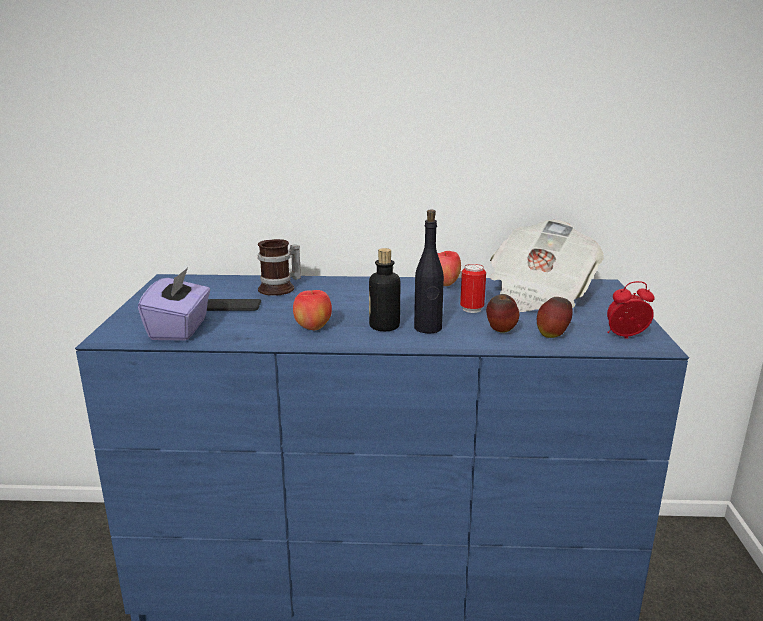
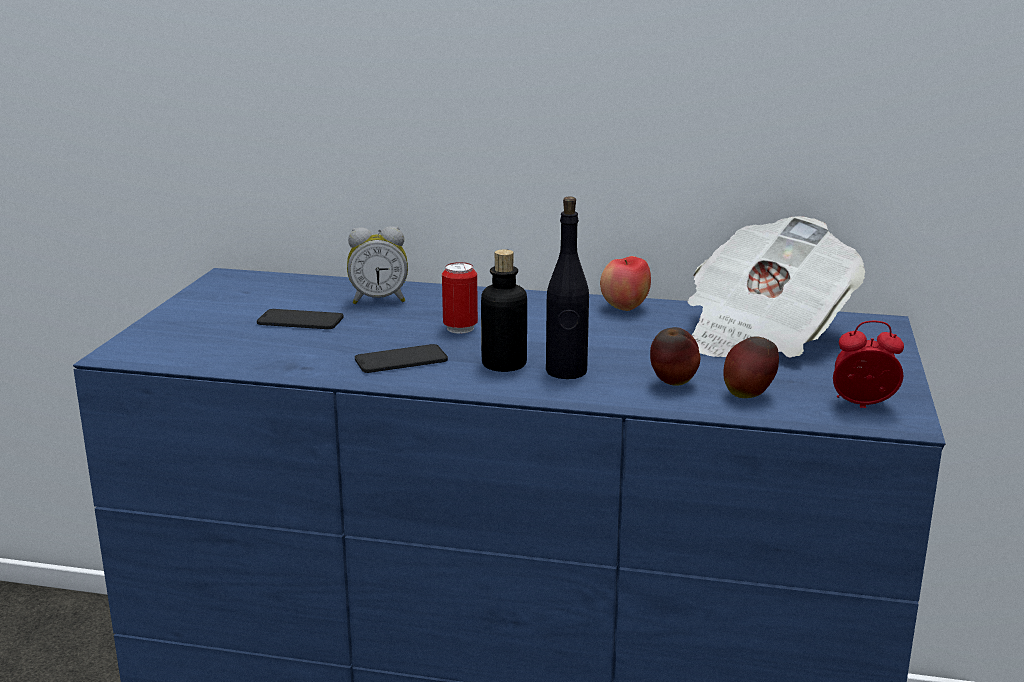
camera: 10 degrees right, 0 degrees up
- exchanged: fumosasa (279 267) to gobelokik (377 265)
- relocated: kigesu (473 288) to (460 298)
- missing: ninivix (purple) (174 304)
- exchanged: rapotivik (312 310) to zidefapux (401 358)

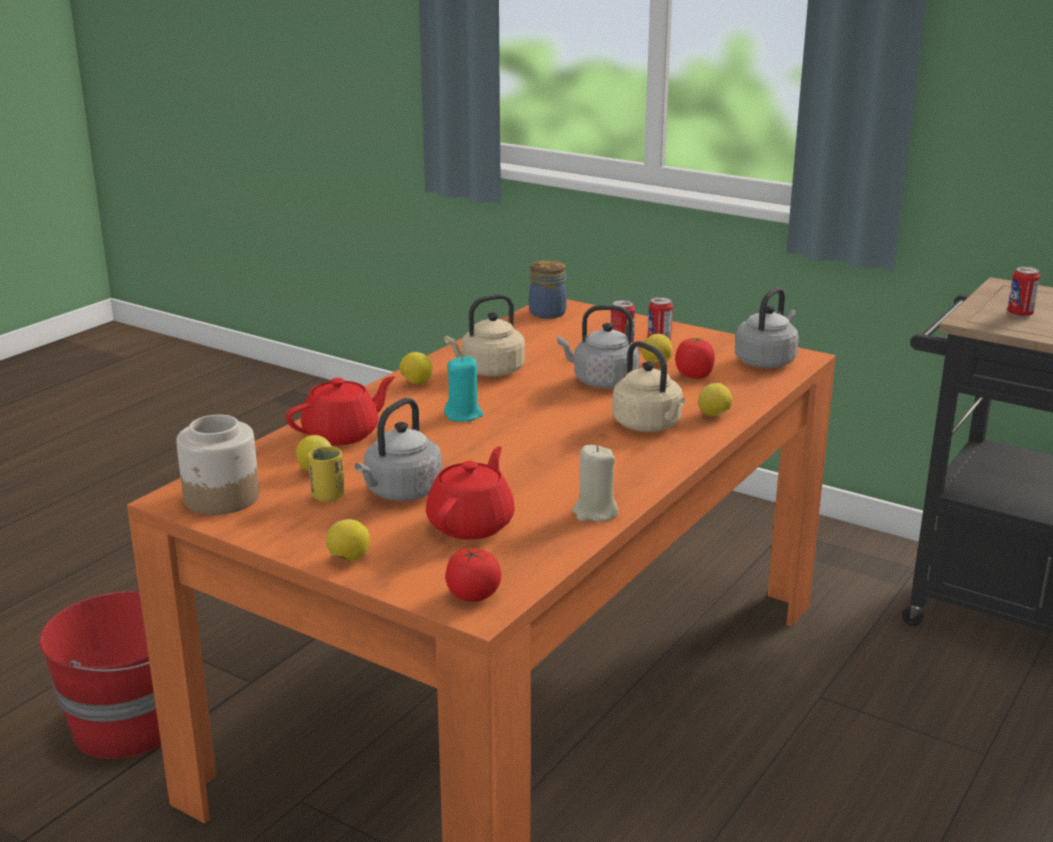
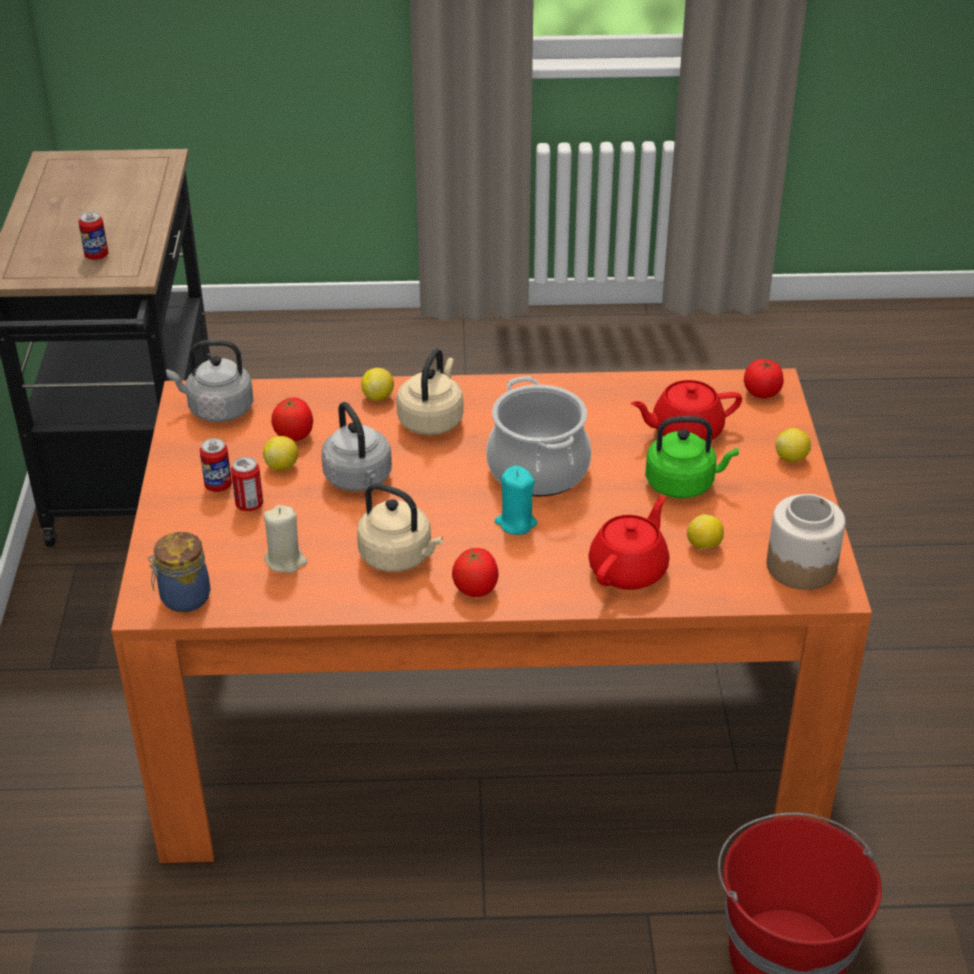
camera: 125 degrees left, 15 degrees up
- exchanged: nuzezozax (416 368) to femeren (475 572)
- spun: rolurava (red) (340 410) = (628 543) 105 degrees clockwise
- colour: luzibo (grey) (399 449) to luzibo (green) (692 457)
- relocated: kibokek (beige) (595 483) to (285 539)
- missing: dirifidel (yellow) (326 474)
- appeared: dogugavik (538 436)

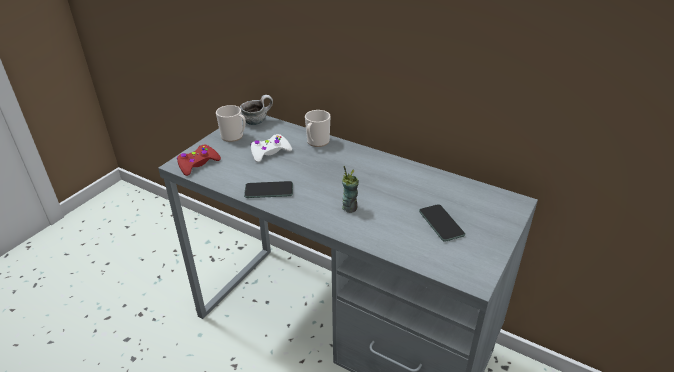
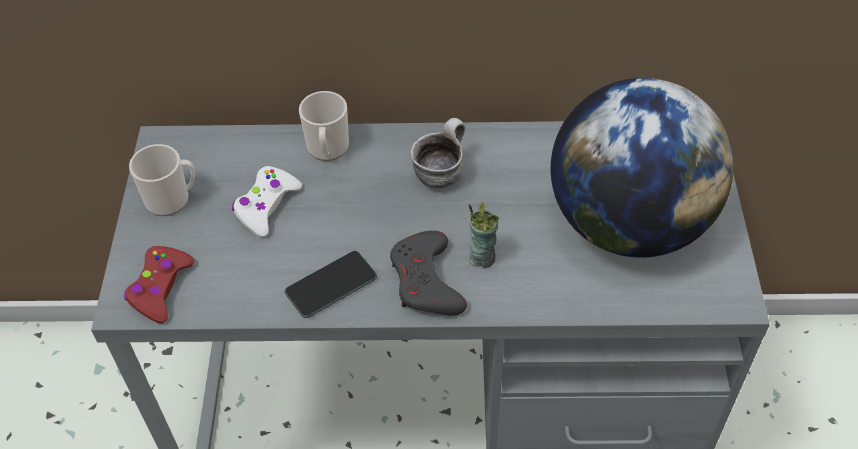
camera: 30 degrees left, 15 degrees up
- relocated: fumosasa (256 110) to (437 153)
- exchanged: zidefapux (442 223) to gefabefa (642 168)
- appeared: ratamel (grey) (428 273)

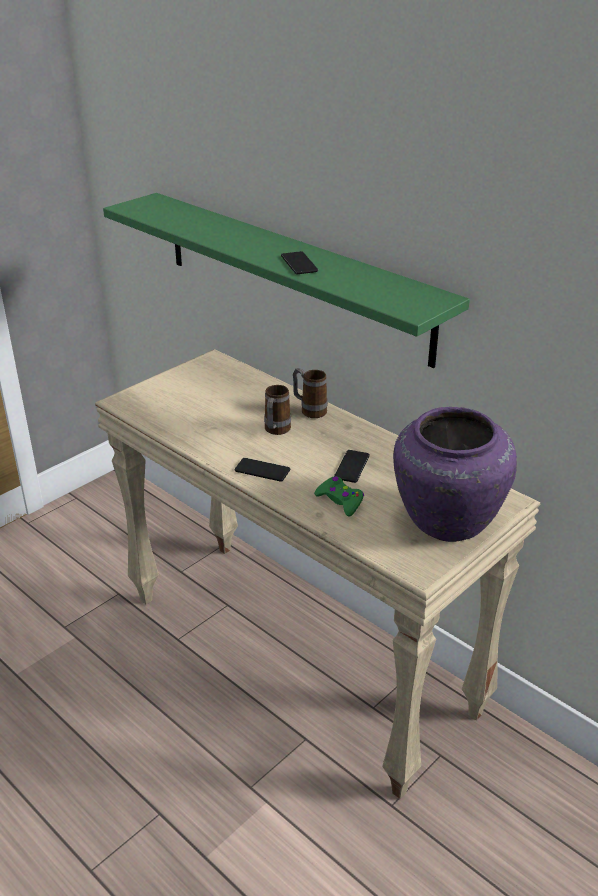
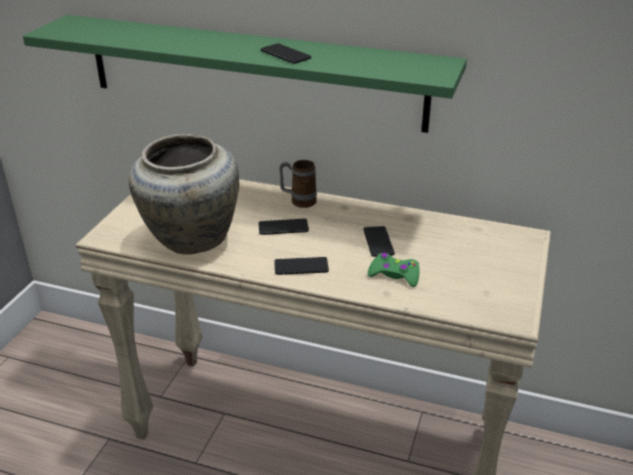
camera: 25 degrees left, 0 degrees up
- exchanged: fumosasa (277 410) to zidefapux (283 227)
- missing: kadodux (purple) (455 474)
- appeared: kadodux (beige) (184 194)

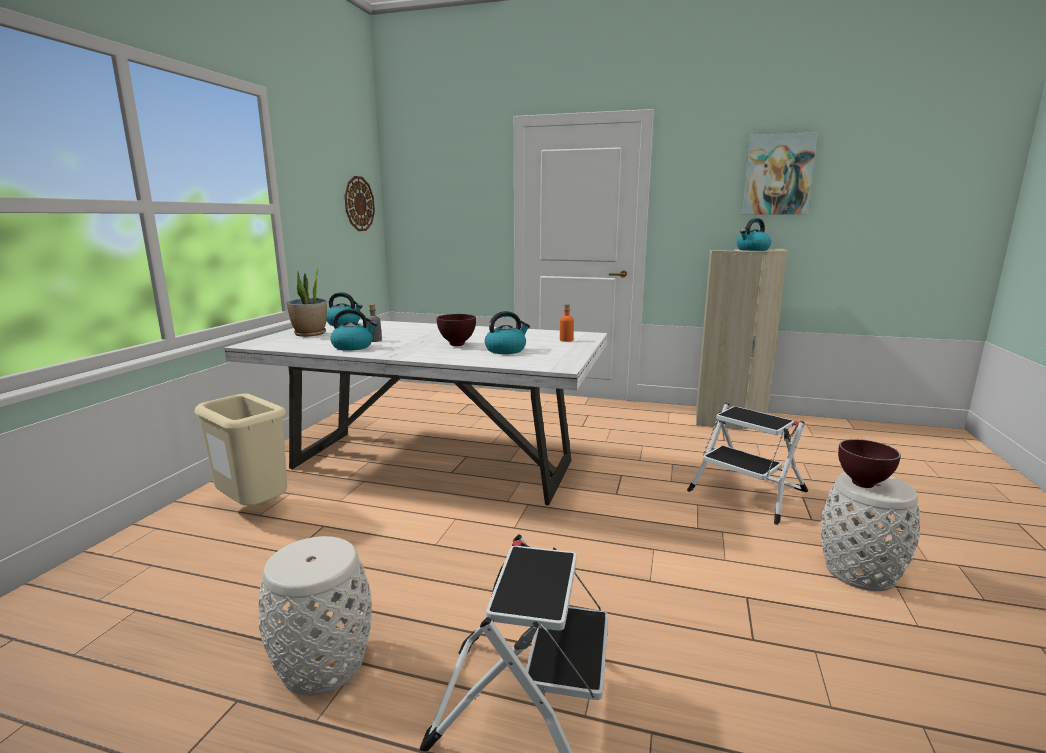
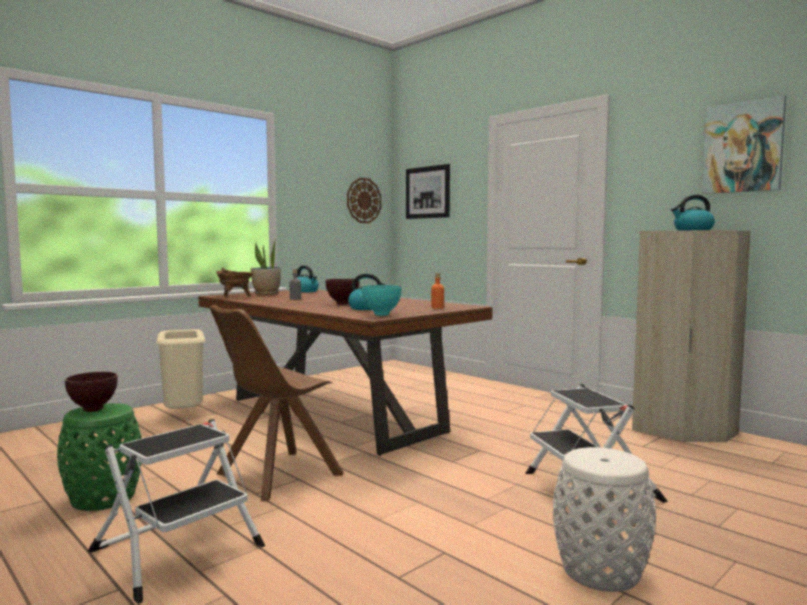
camera: 30 degrees right, 10 degrees down
- missing: luzibo (354 330)
- colour: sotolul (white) (415 413) to sotolul (brown) (345 373)
- relocated: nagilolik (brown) (869 463) to (91 392)
- colour: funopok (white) (315 616) to funopok (green) (99 457)
- appeared: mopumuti (428 191)
- appeared: dogugavik (brown) (235 281)
- appeared: nagilolik (turquoise) (382 300)
- appeared: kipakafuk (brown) (277 403)

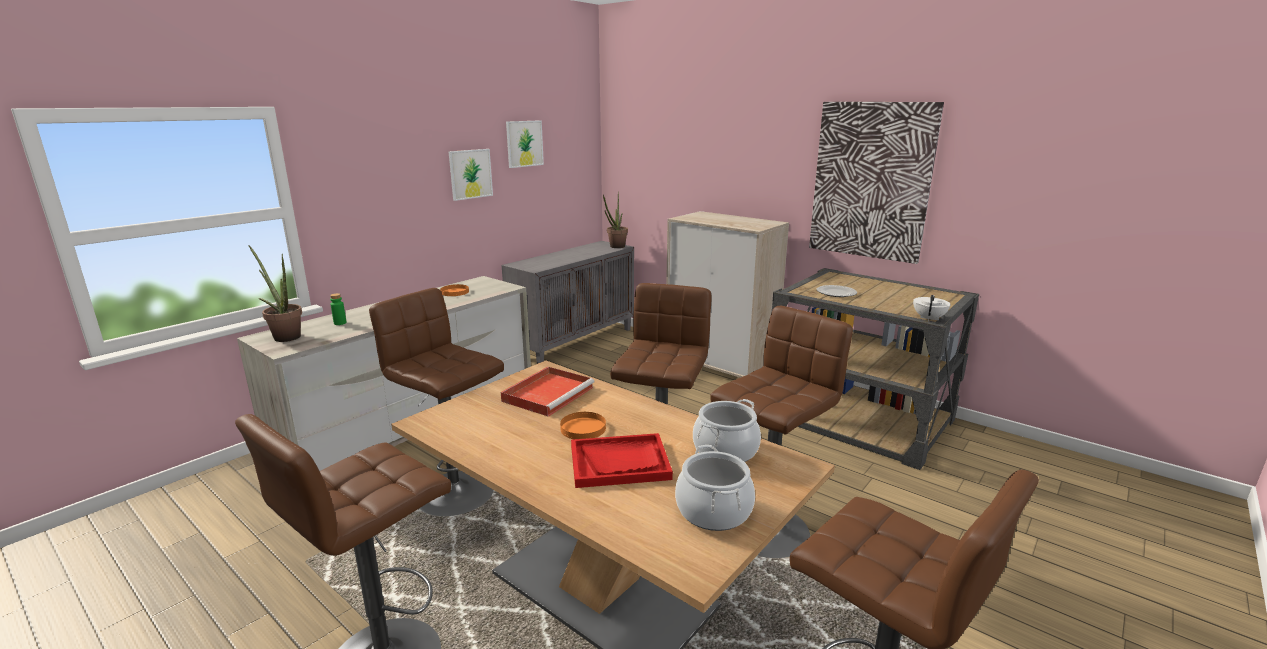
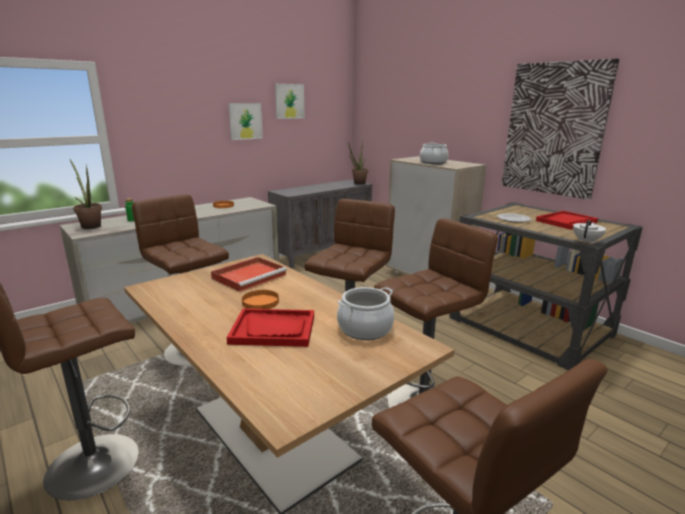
camera: 10 degrees right, 0 degrees up
- relocated: dogugavik (715 488) to (434 153)
- appeared: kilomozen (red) (567 220)

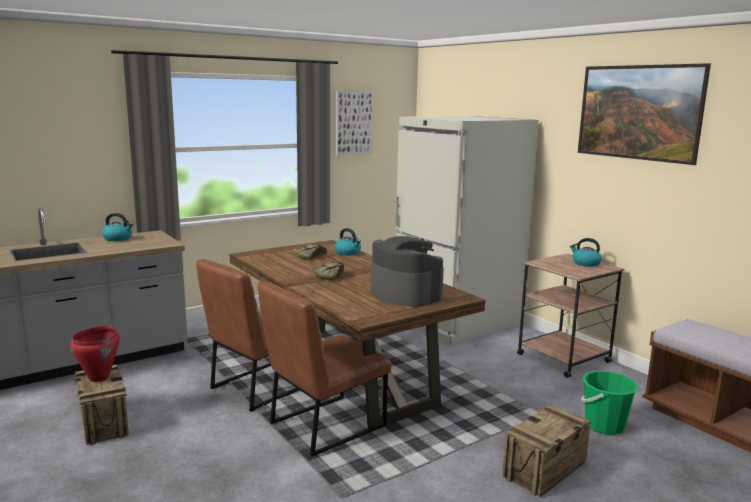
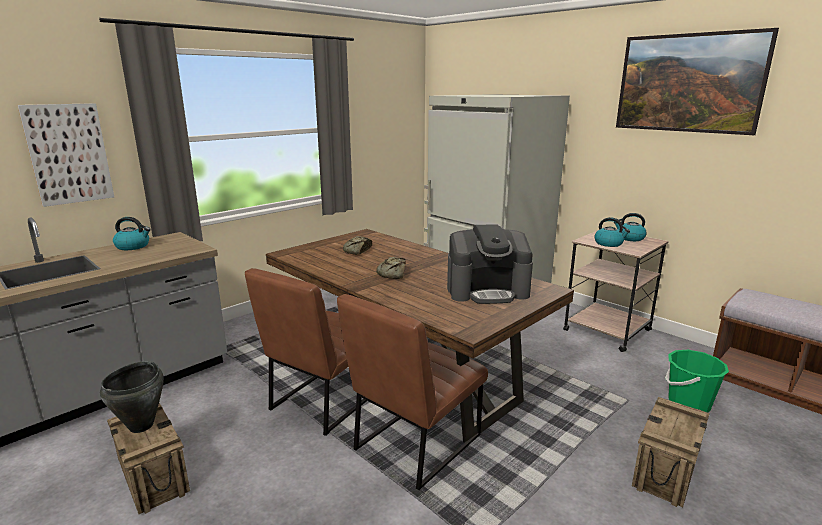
camera: 10 degrees left, 5 degrees up
- relocated: mopumuti (354 123) to (66 155)
- relocated: luzibo (348 242) to (612 232)
- spun: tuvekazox (407 271) = (490 264) 135 degrees clockwise
- colour: dogugavik (red) (95 354) to dogugavik (black) (132 397)

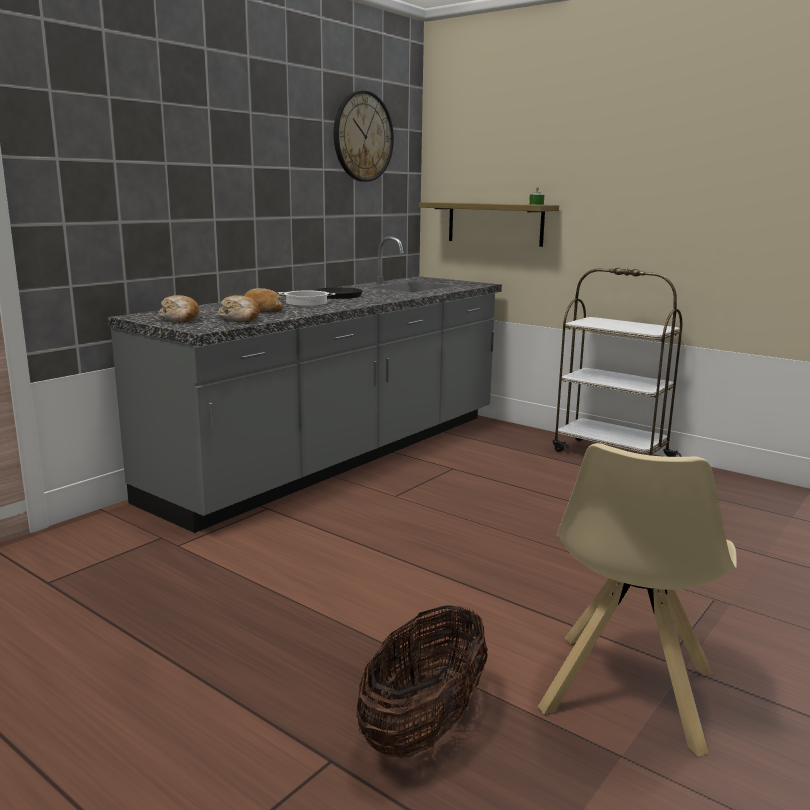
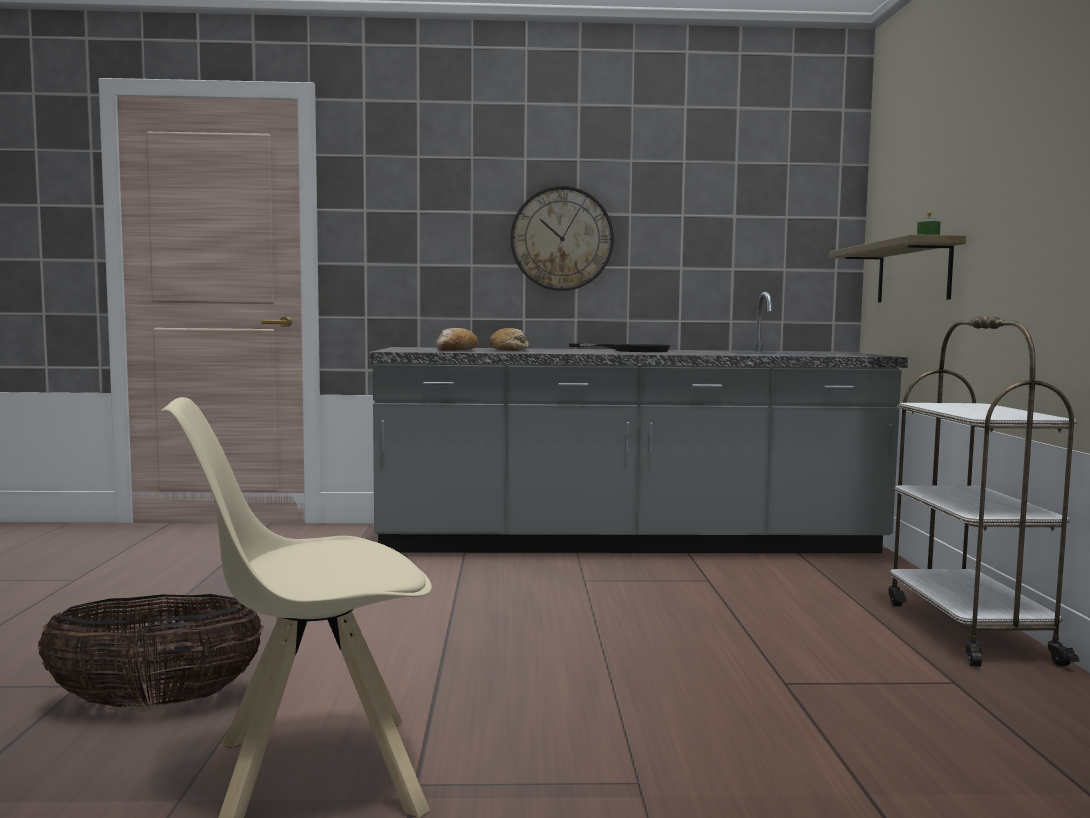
camera: 50 degrees right, 10 degrees down
- relocated: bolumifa (364 136) to (562 238)
- missing: dogugavik (306 298)
- missing: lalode (179 308)

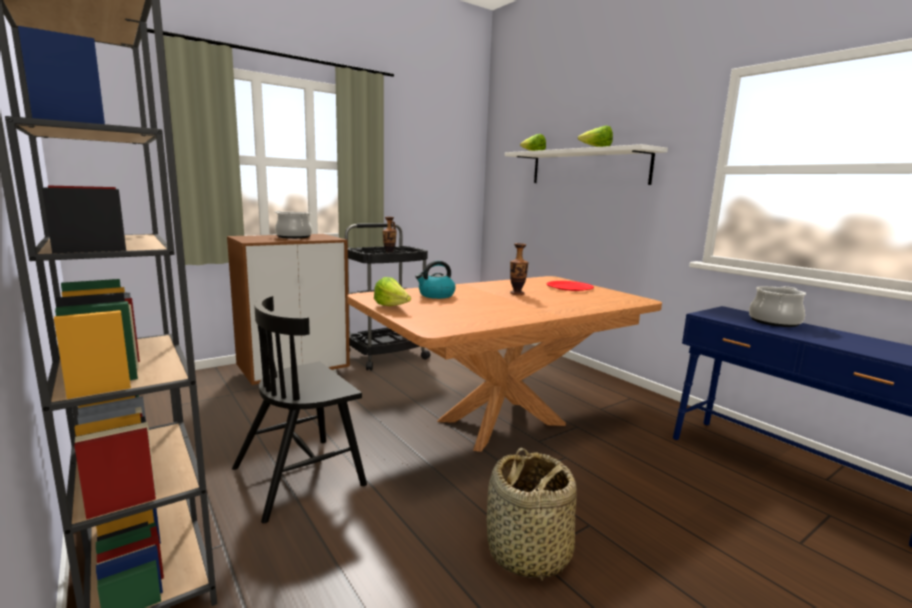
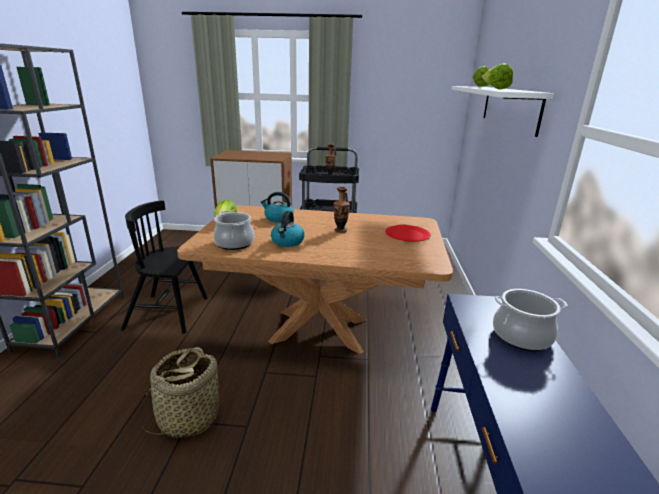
camera: 40 degrees right, 10 degrees up
- relocated: dogugavik (293 225) to (233 230)
- appeared: luzibo (288 229)

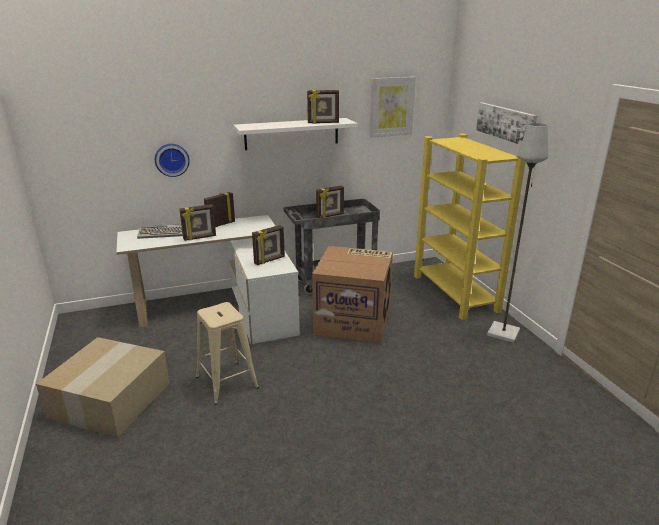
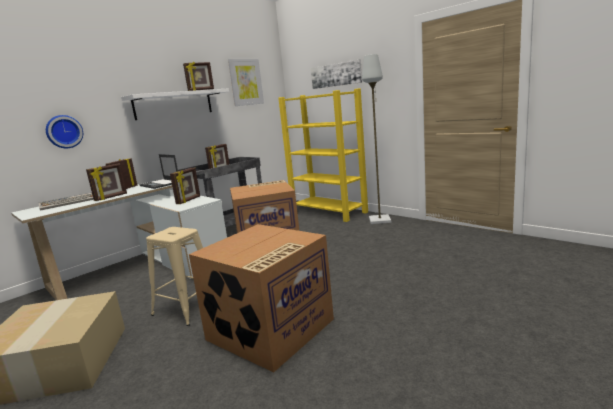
camera: 25 degrees left, 10 degrees down
- appeared: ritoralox (158 171)
- appeared: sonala (261 298)

